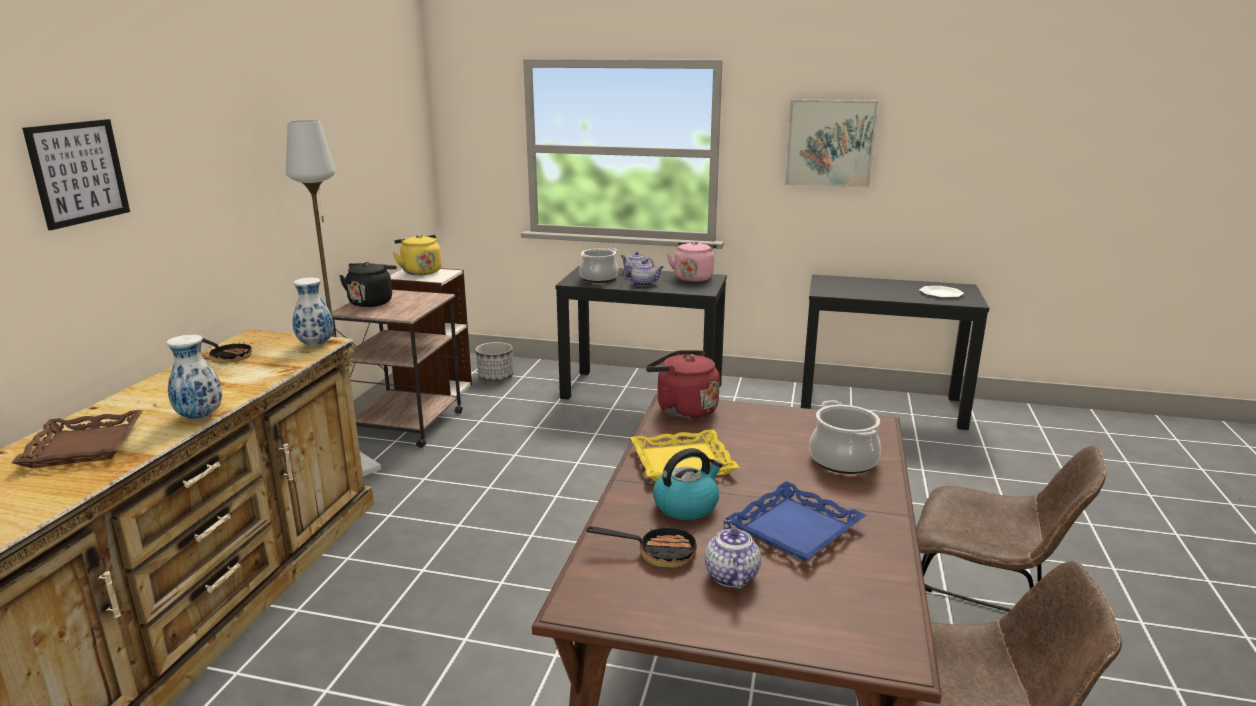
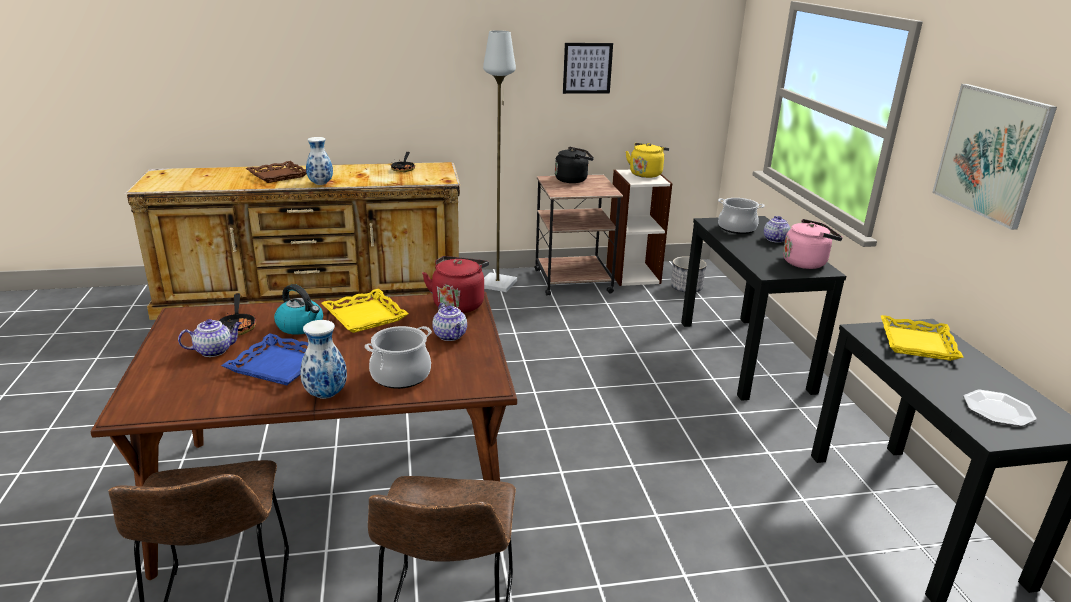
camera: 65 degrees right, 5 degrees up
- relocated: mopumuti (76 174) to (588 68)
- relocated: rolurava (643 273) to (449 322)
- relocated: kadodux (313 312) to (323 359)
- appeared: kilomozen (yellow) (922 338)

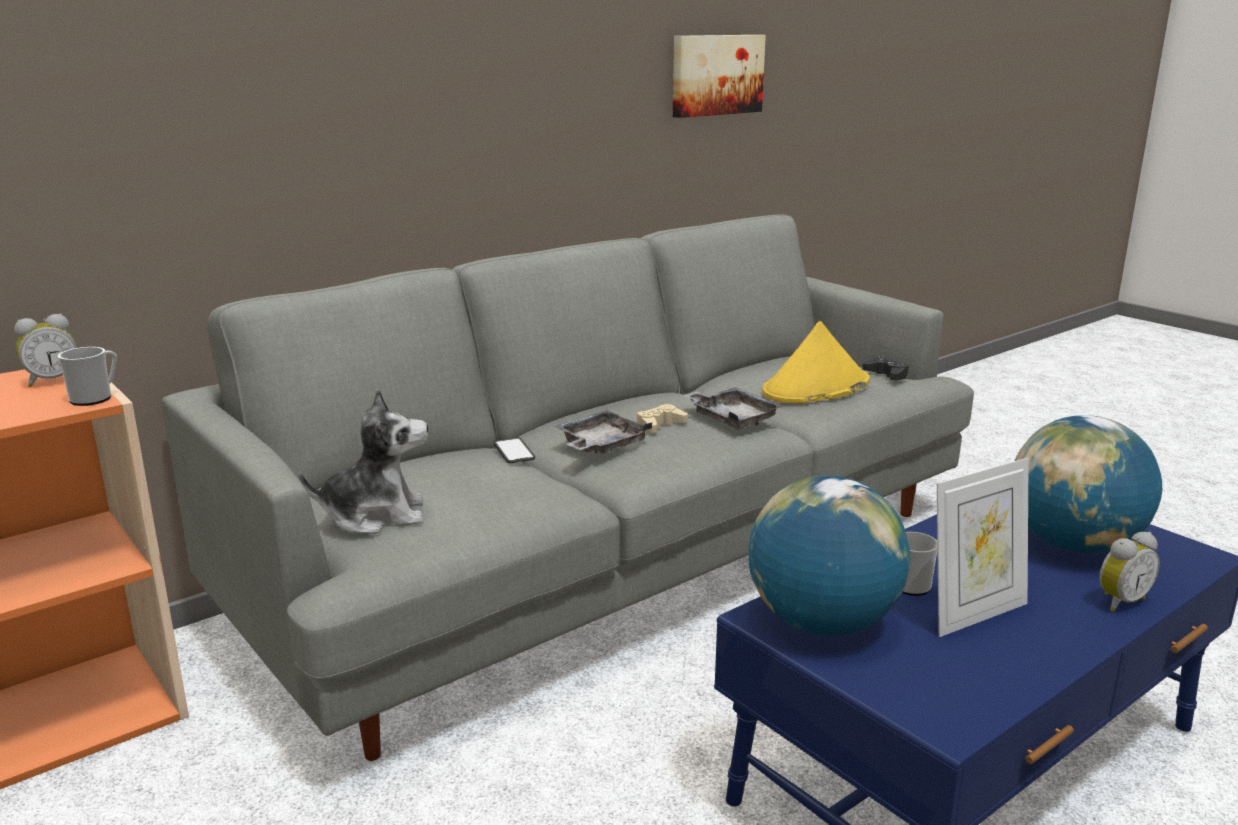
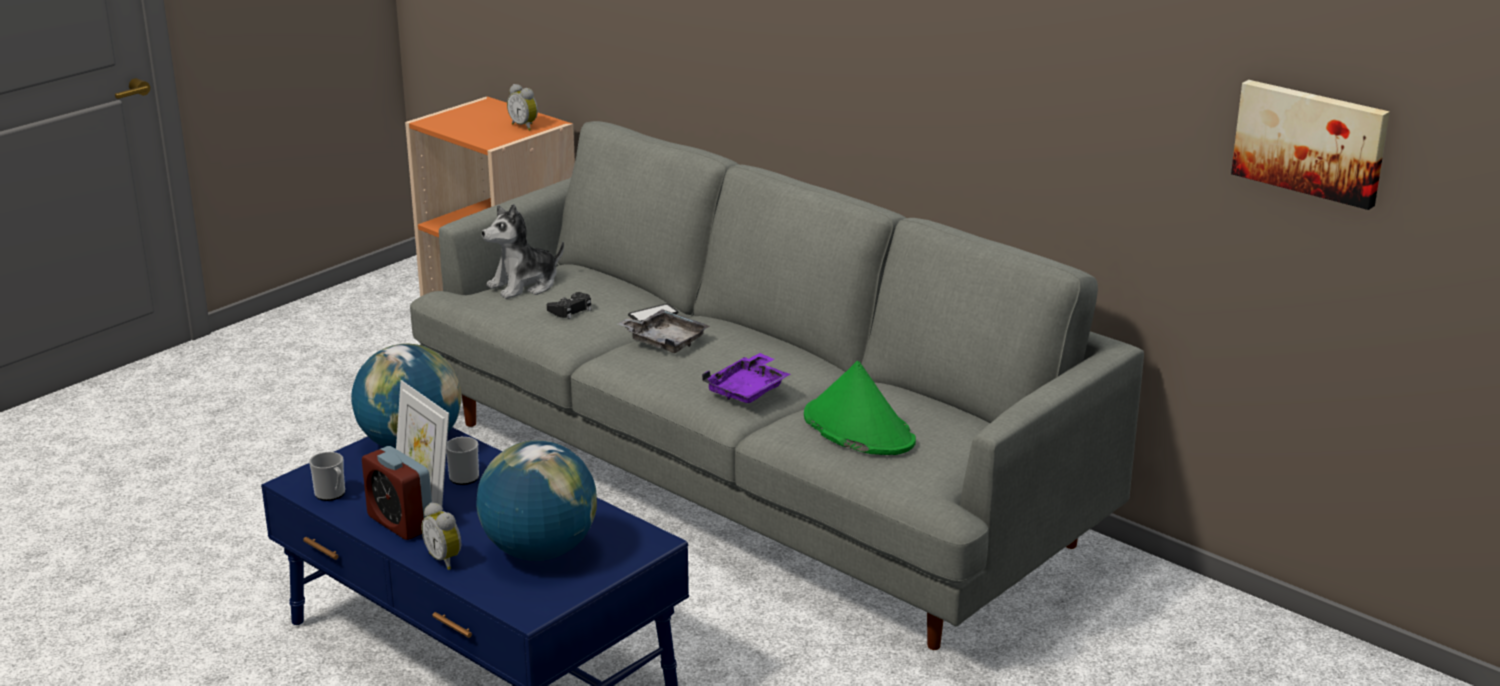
camera: 80 degrees right, 5 degrees up
- relocated: mopumuti (719 76) to (1310 145)
- colour: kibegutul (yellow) (816 362) to kibegutul (green) (860 408)
- relocated: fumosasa (87 376) to (327 476)
- relocated: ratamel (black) (885 368) to (569 305)
- colour: kilomozen (grey) (733 408) to kilomozen (purple) (746 378)
- spun: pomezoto (363 461) = (523 251) 75 degrees clockwise
- missing: ratamel (beige) (662 418)
- appeared: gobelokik (397 493)

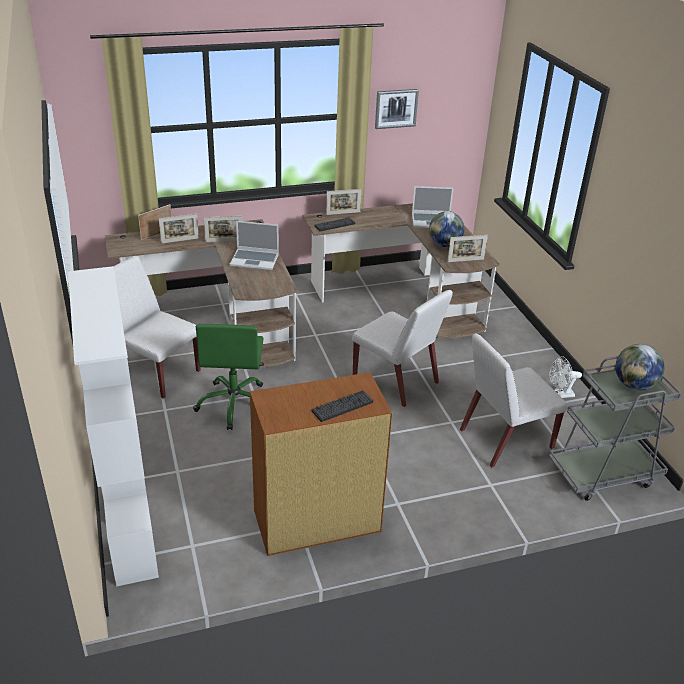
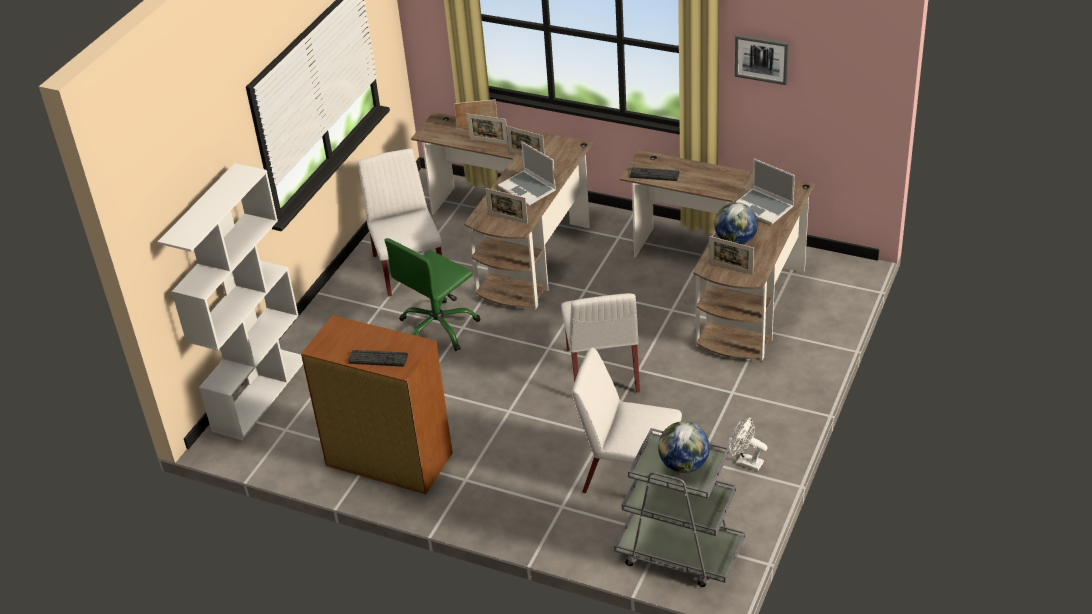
camera: 45 degrees right, 5 degrees up
- relocated: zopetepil (344 202) to (506 206)

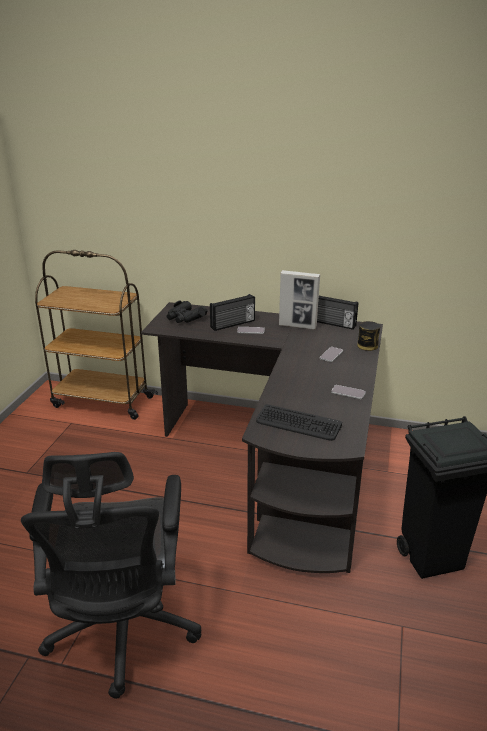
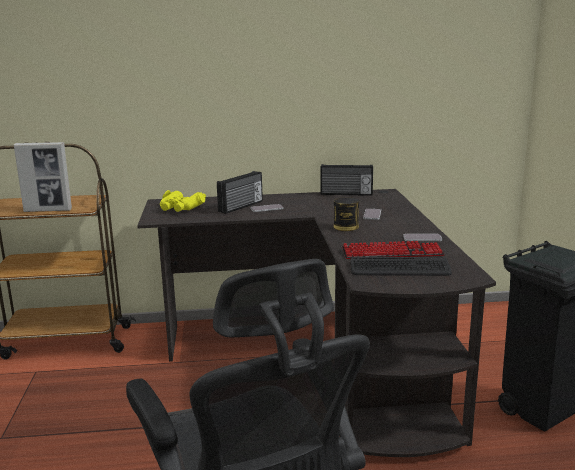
camera: 20 degrees left, 10 degrees down
- relocated: zopetepil (299 300) to (43 177)
- colour: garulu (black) (187 311) to garulu (yellow) (183 201)
- relocated: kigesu (368 336) to (346 214)
- appeared: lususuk (393 250)

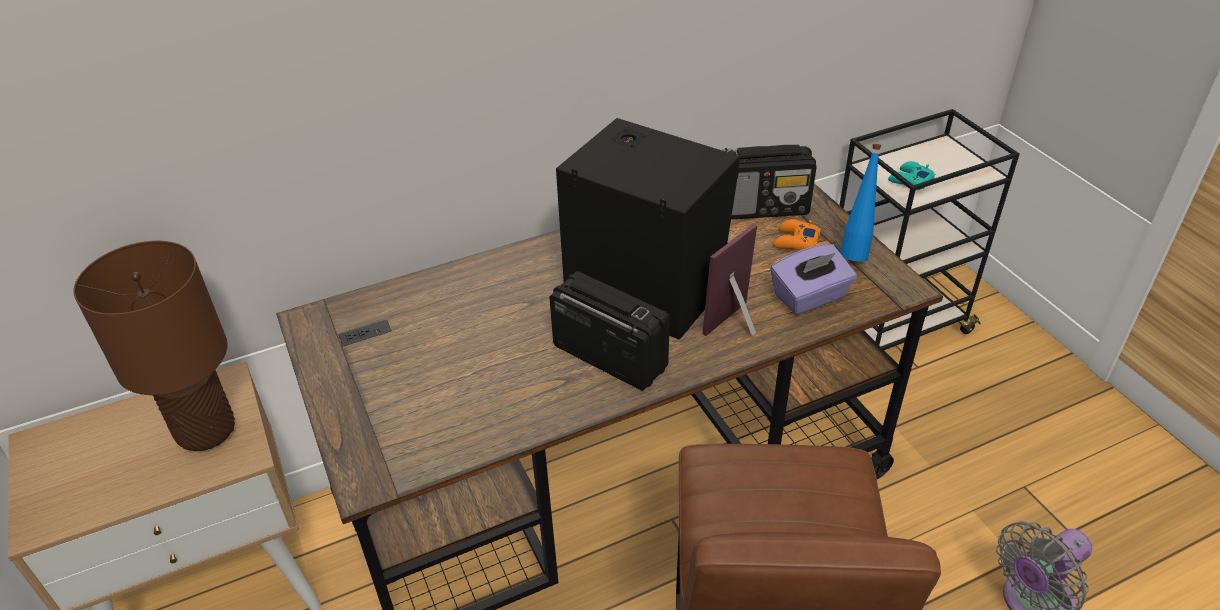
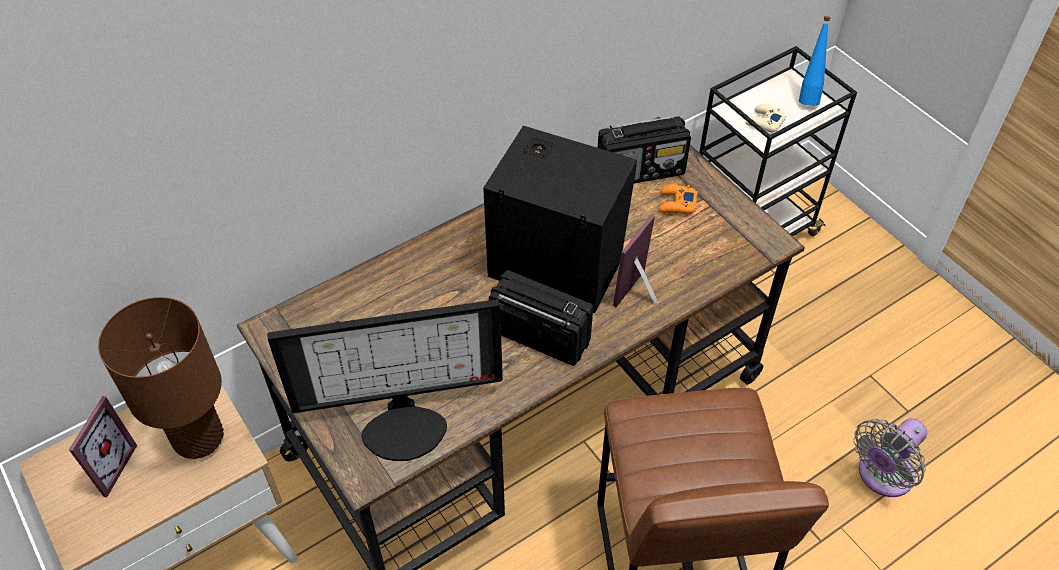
camera: 10 degrees left, 10 degrees up
- relocated: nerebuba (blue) (861 203) to (815 61)
- colour: ratamel (turquoise) (911 175) to ratamel (beige) (766 118)
- missing: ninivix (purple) (813 279)
- appeared: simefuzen (385 380)
- appeared: zopetepil (103 446)

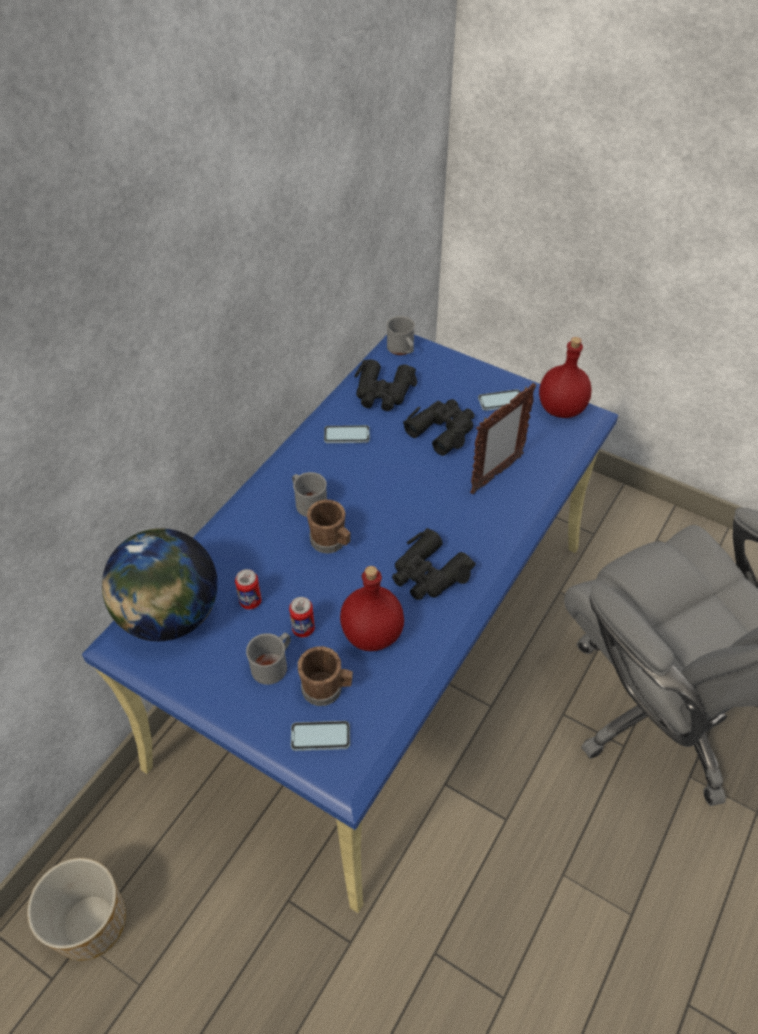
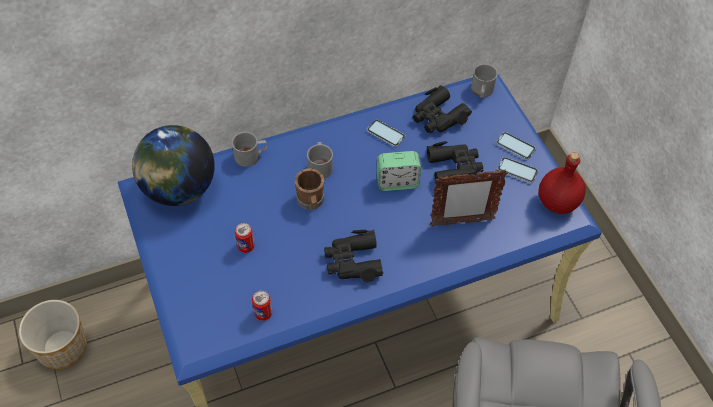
camera: 35 degrees right, 5 degrees up
- missing: nerebuba (red) (372 608)
- relocated: kigesu (248 589) to (262 306)
- relocated: fumosasa (grey) (268 659) to (249 149)
- missing: fumosasa (brown) (325 676)
- relocated: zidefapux (320 736) to (516 146)
- appeared: gobelokik (399 171)

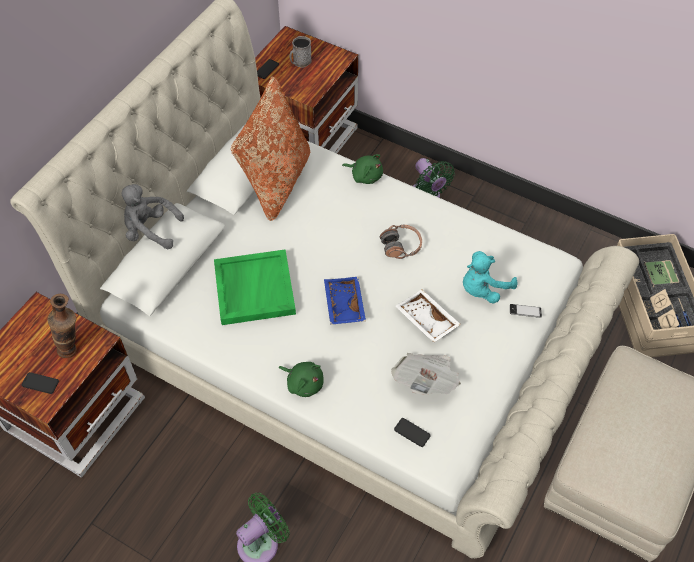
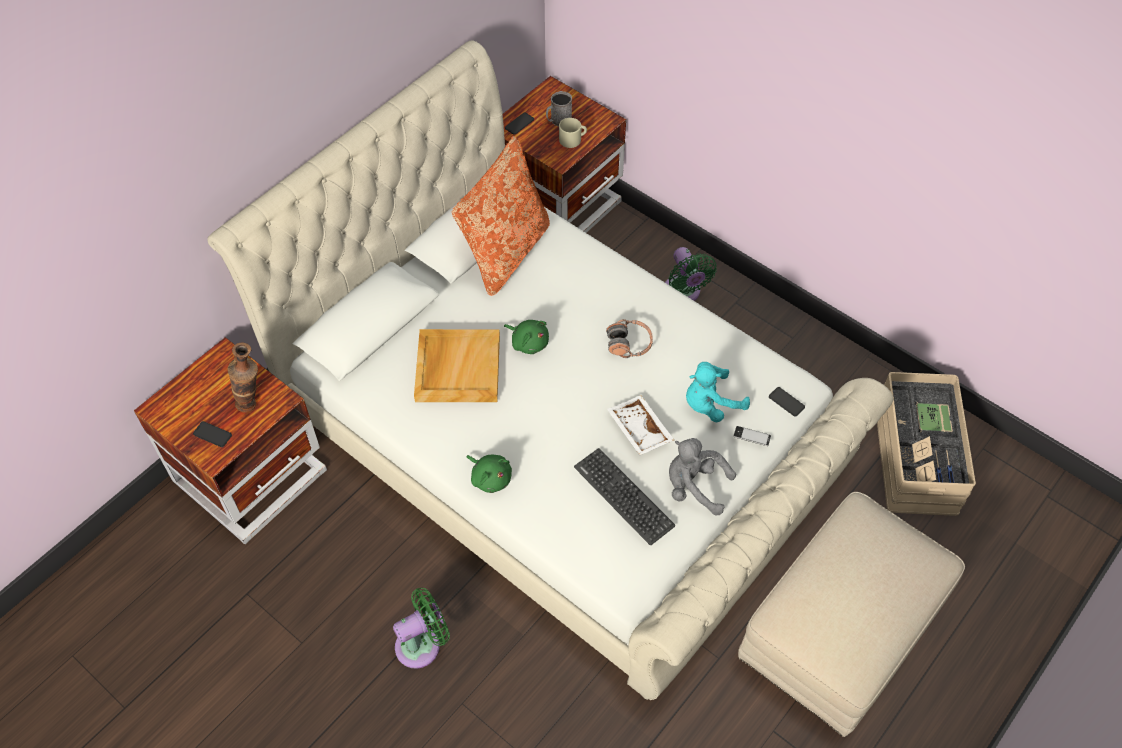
camera: 10 degrees right, 0 degrees up
- relocated: pomezoto (green) (362 169) to (526 337)
- relocated: pomezoto (grey) (153 216) to (702 477)
- colour: kilomozen (green) (255 287) to kilomozen (beige) (457 365)
- missing: kilomozen (blue) (345 301)
- exchanged: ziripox (426 374) to lususuk (624 496)
- relocated: zidefapux (412 432) to (787 401)
- appeared: fumosasa (beige) (573 133)

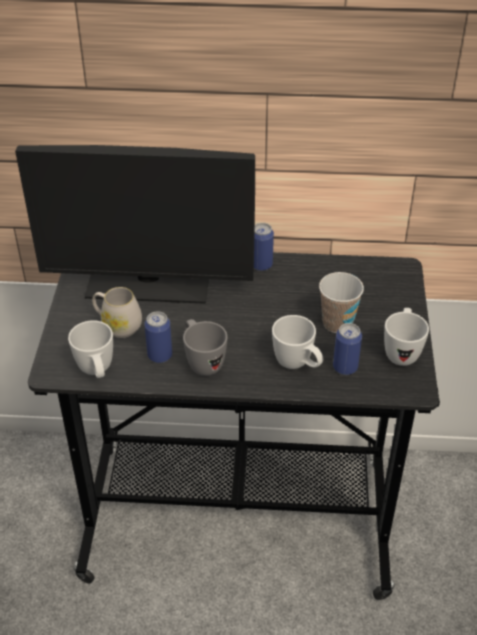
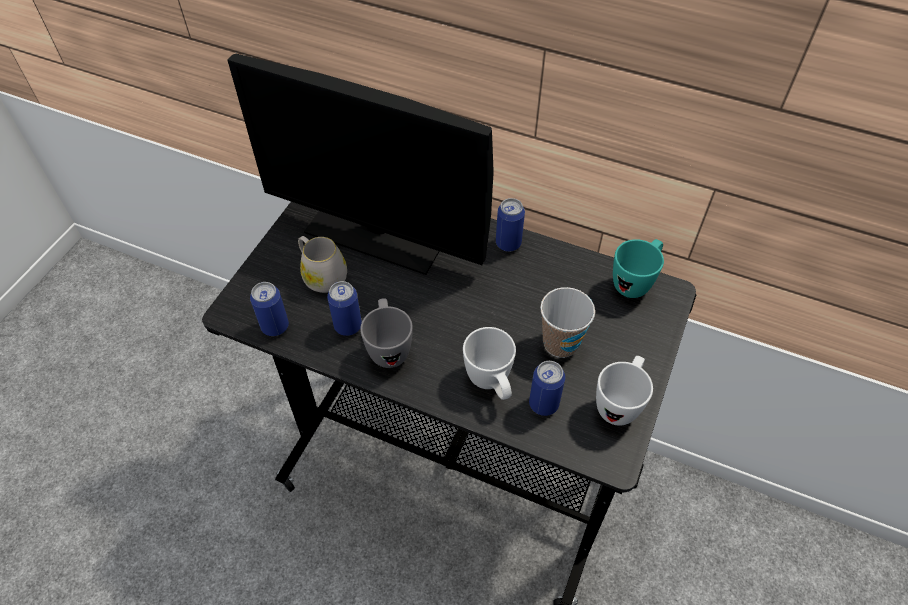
camera: 20 degrees right, 10 degrees up
- exchanged: fumosasa (white) (90 349) to kigesu (269 309)
- appeared: fumosasa (turquoise) (638 268)

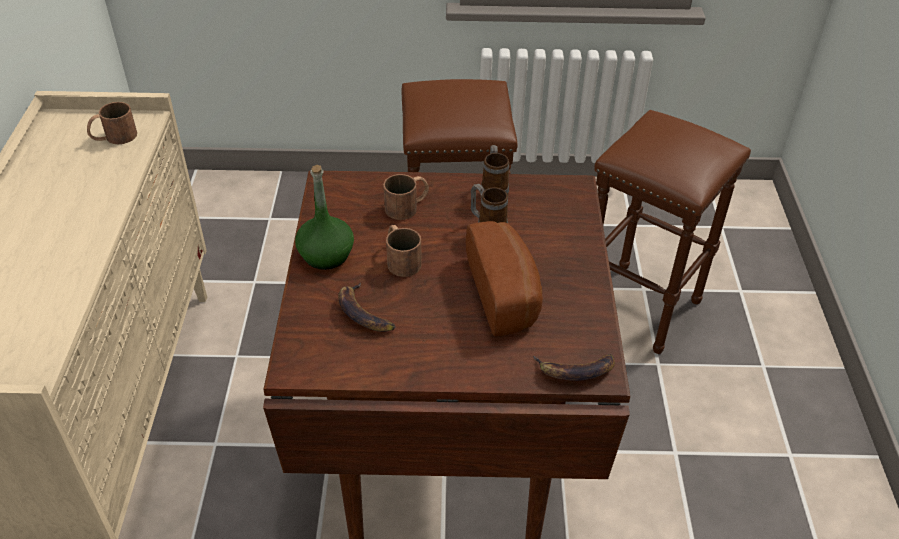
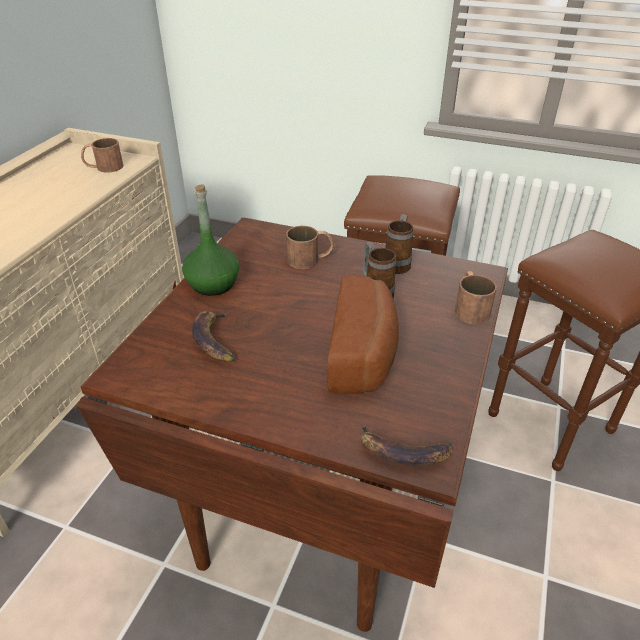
camera: 20 degrees right, 5 degrees down
- relocated: fumosasa (brown) (404 251) to (476 298)

